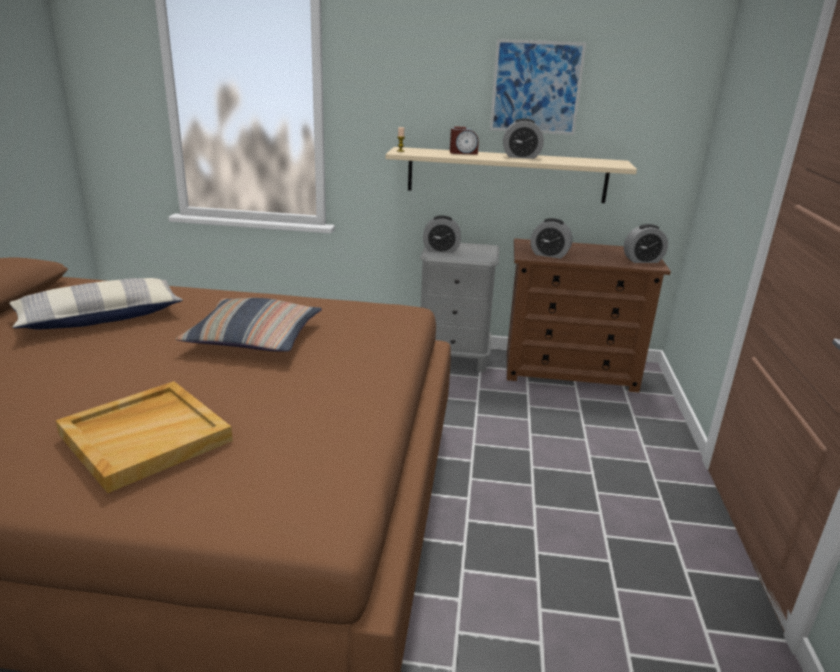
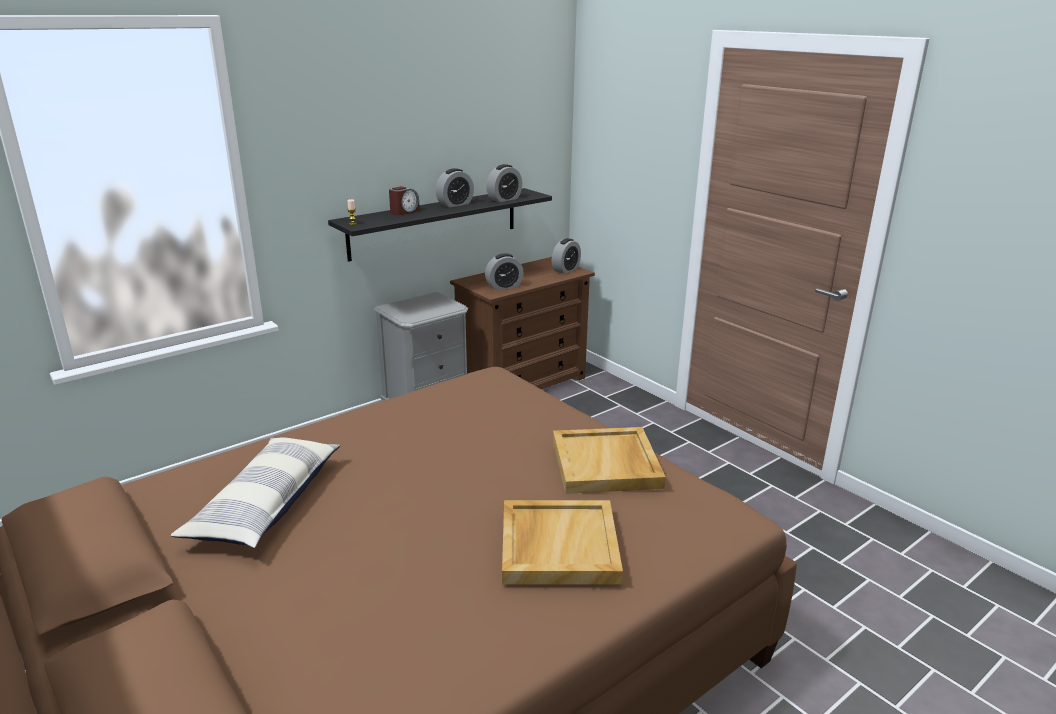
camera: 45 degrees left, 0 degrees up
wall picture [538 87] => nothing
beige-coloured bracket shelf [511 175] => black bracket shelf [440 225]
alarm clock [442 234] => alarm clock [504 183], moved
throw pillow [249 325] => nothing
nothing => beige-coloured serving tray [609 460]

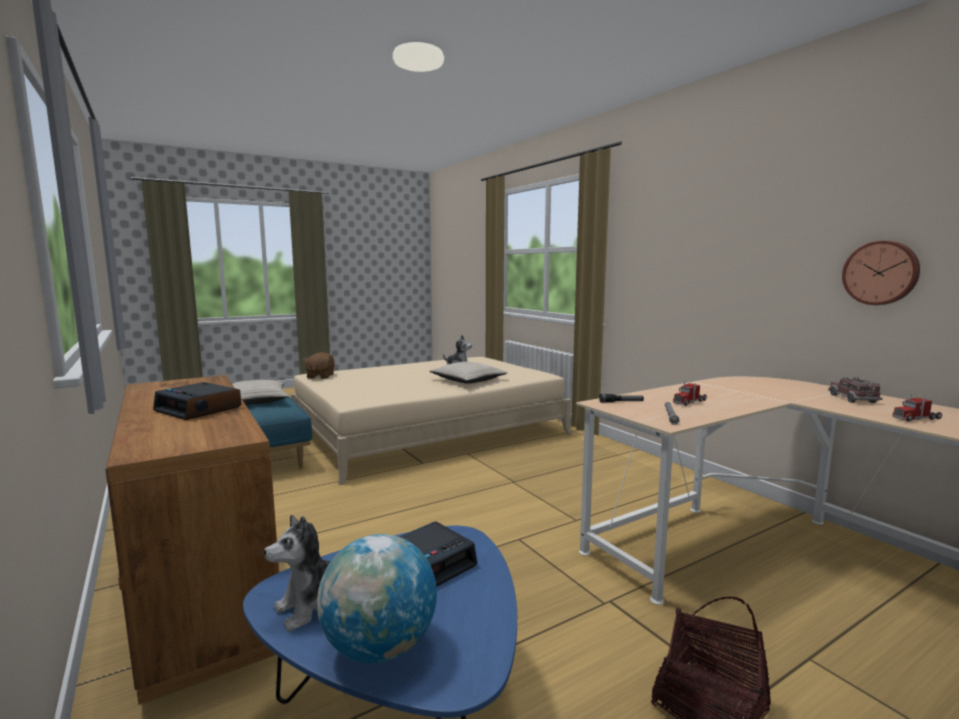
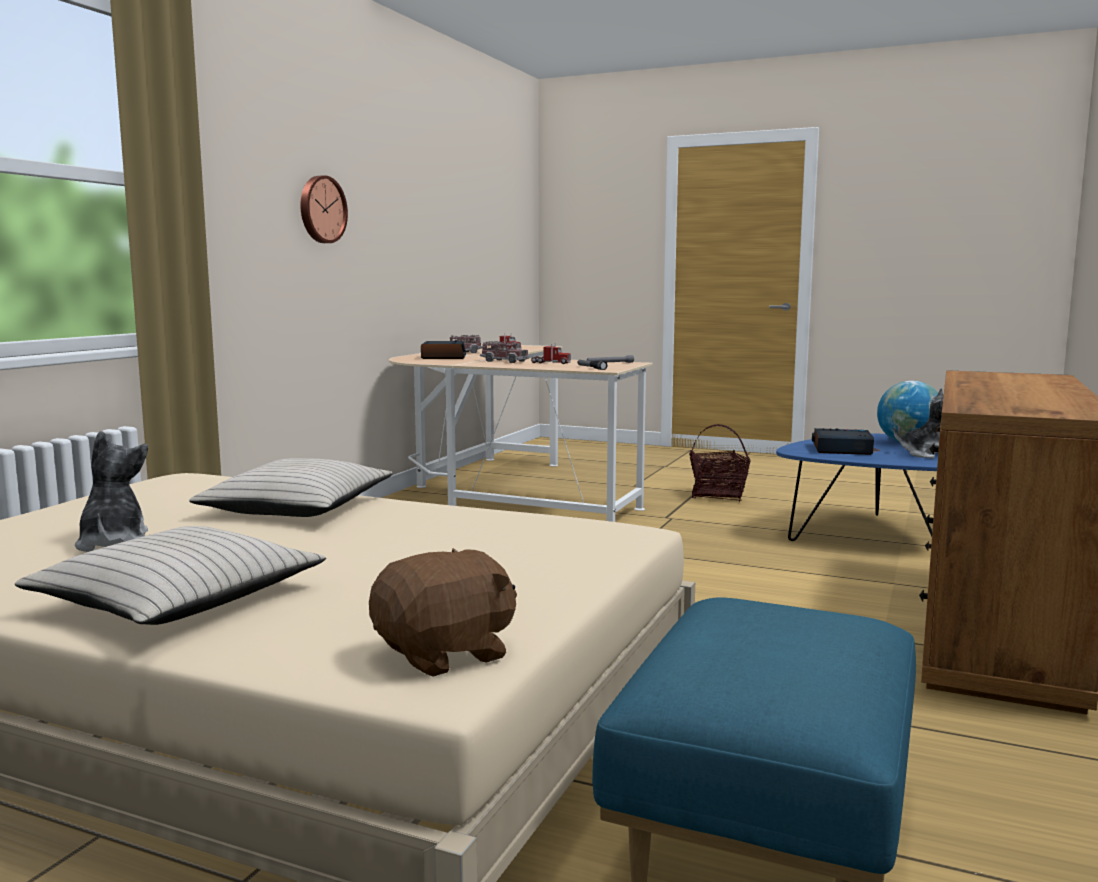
camera: 125 degrees left, 0 degrees up
clock on the wall [881 273] => clock on the wall [324 209], moved
beige-coloured throw pillow [260 392] => beige-coloured throw pillow [170 575], moved
alarm clock [197 401] => alarm clock [443 349], moved
nothing => toy truck [504 352]

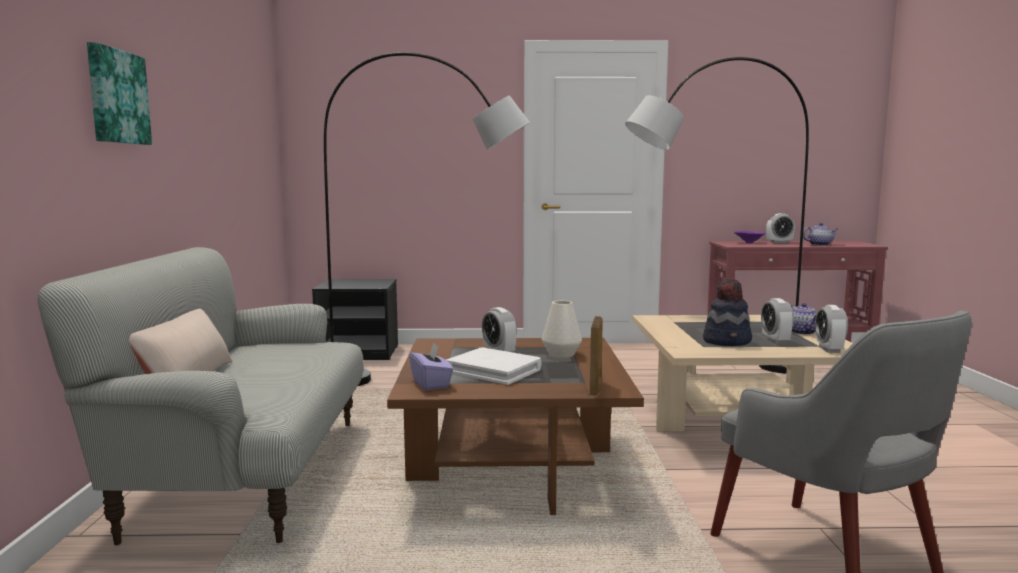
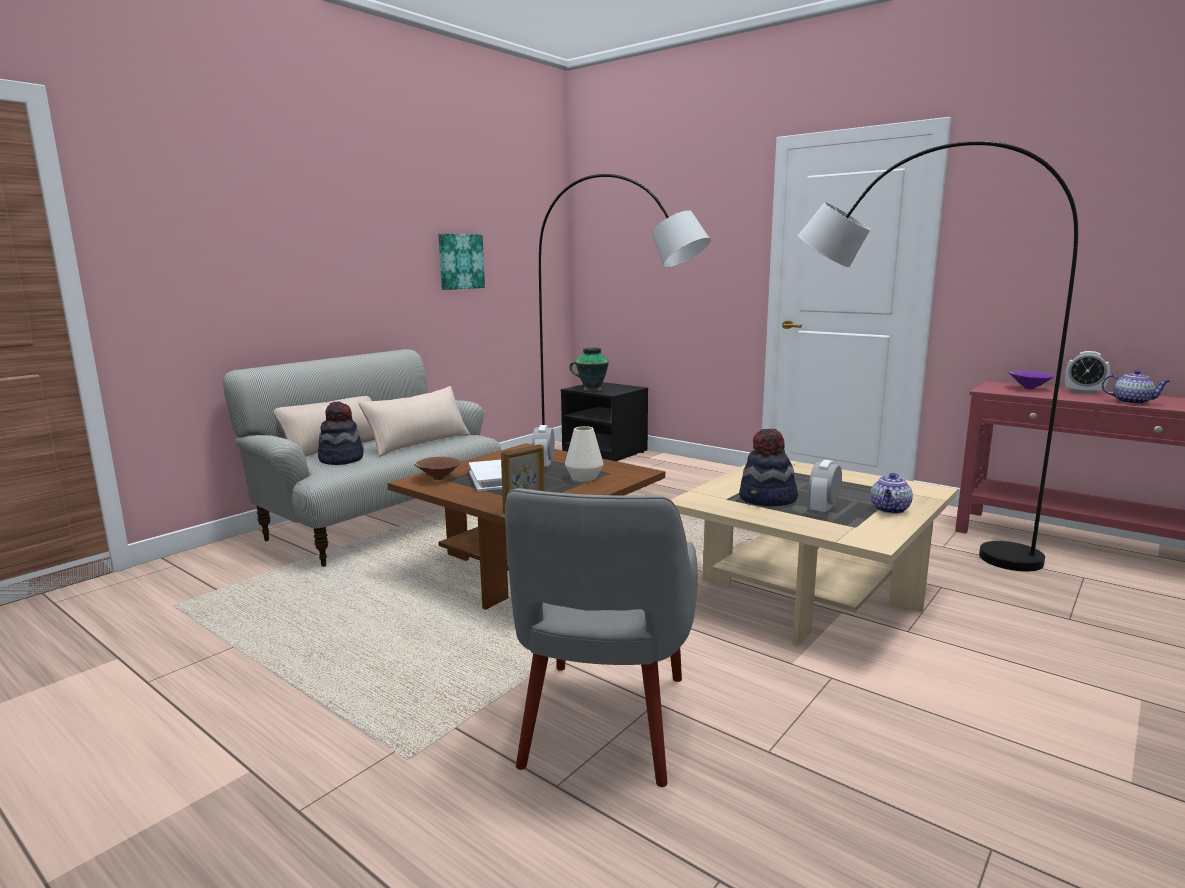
camera: 40 degrees right, 5 degrees up
wall picture [119 93] => wall picture [461 262], moved
alarm clock [831 329] => nothing
purplish tissue holder [431 366] => brown-coloured bowl [437 468]
nothing => flower vase [589 369]
nothing => beige-coloured throw pillow [414 421]
nothing => hat [341 433]

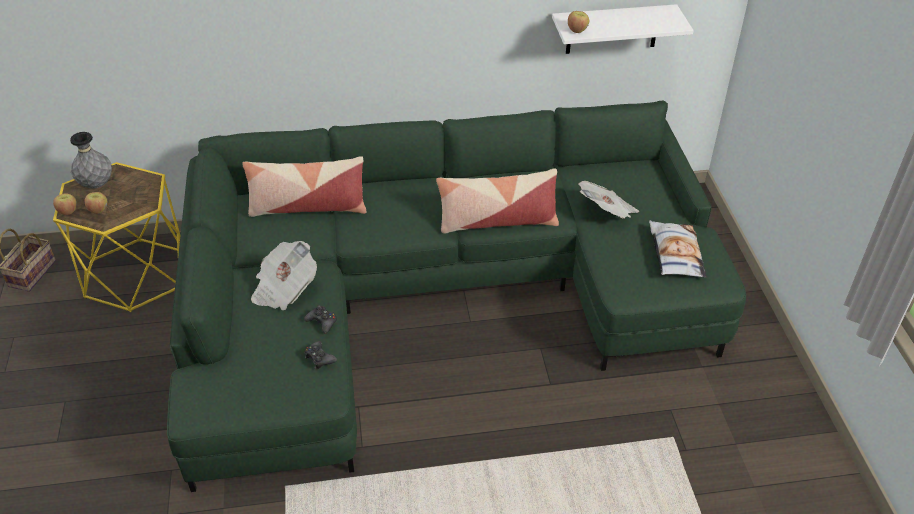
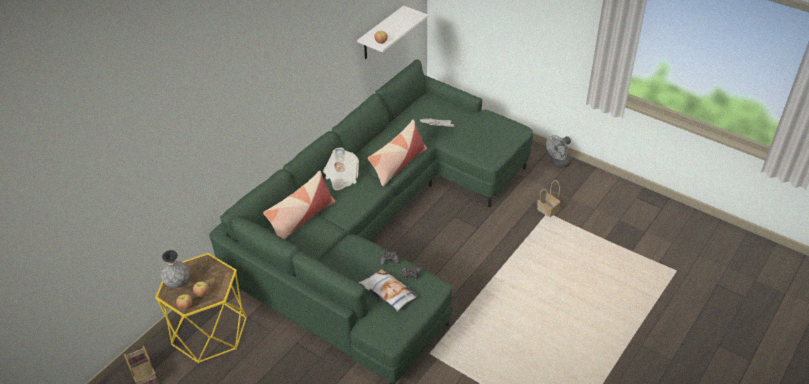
camera: 45 degrees left, 0 degrees up
throw pillow [678 249] => throw pillow [388 290], moved
daily paper [284 275] => daily paper [341 169], moved
nothing => gray cooling fan [558 151]
nothing => household basket [548 198]

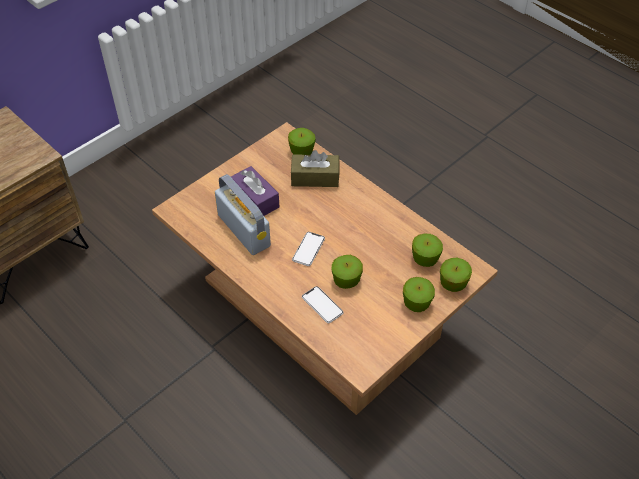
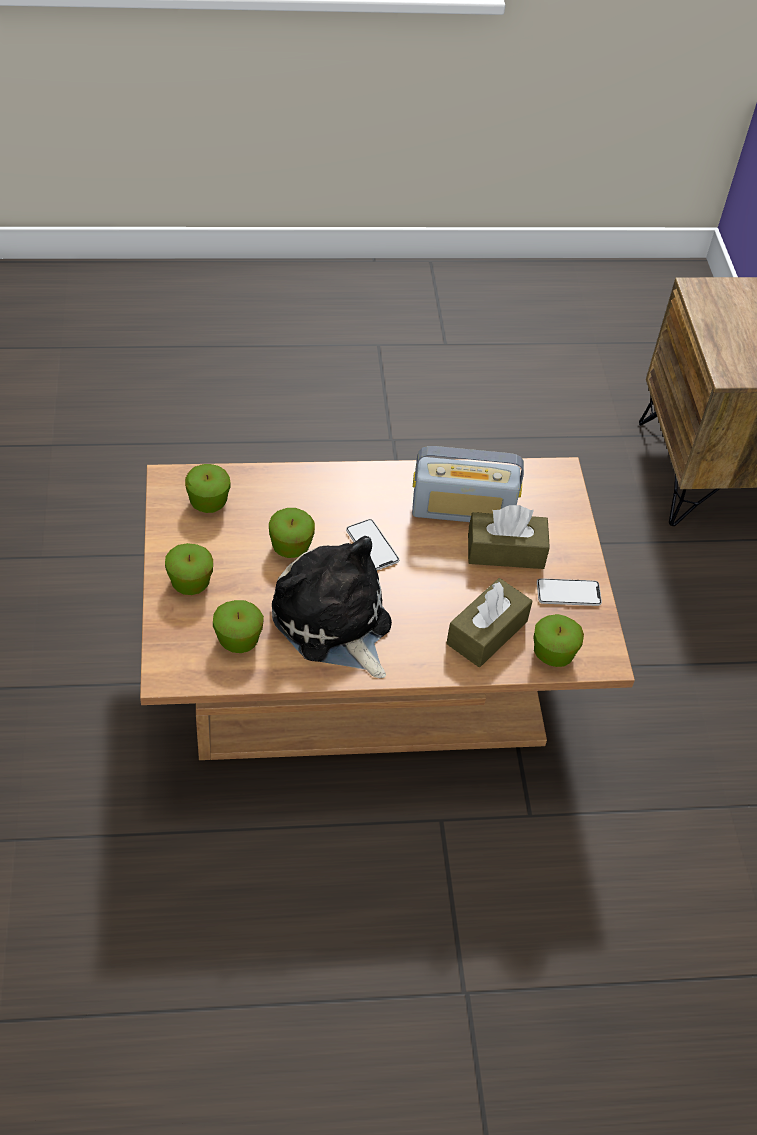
camera: 125 degrees right, 0 degrees up
purplish tissue holder [255 191] => brown-coloured tissue holder [509 537]
whole apple [456 275] => whole apple [208 488], moved
phone [323 304] => phone [569 592], moved
nothing => plush toy [332 607]

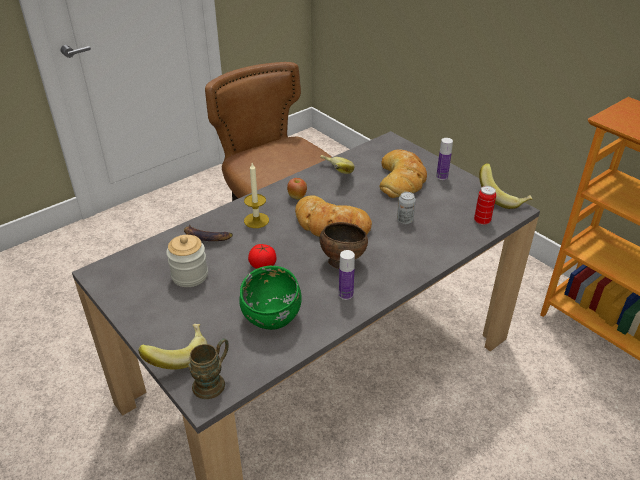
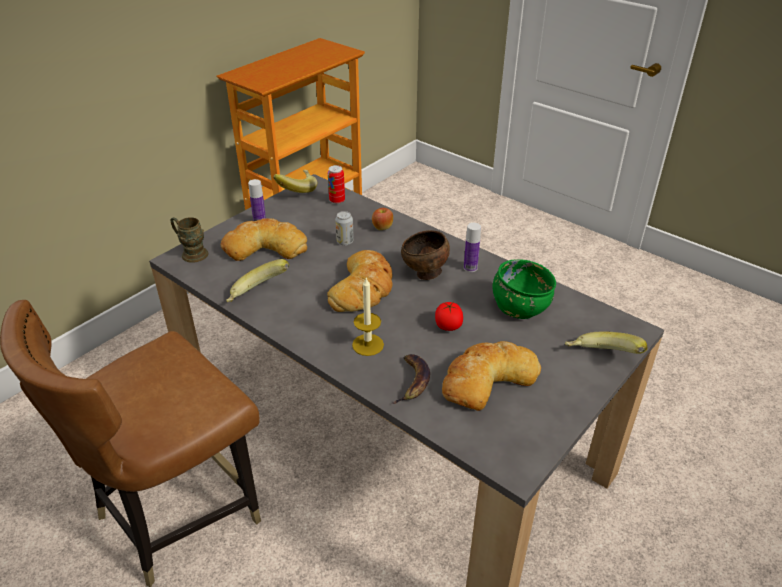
camera: 100 degrees left, 0 degrees up
whole apple [297 188] => whole apple [382 219], moved
storage jar [187 261] => bakery bread [491 376]
brown-coloured tea mug [208 369] => brown-coloured tea mug [189 240], moved

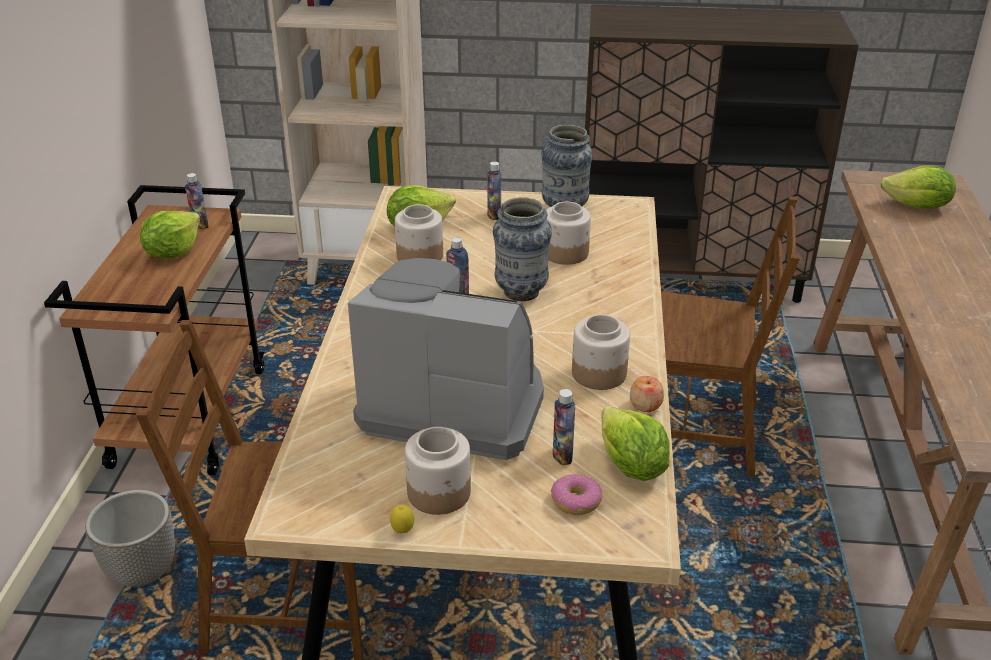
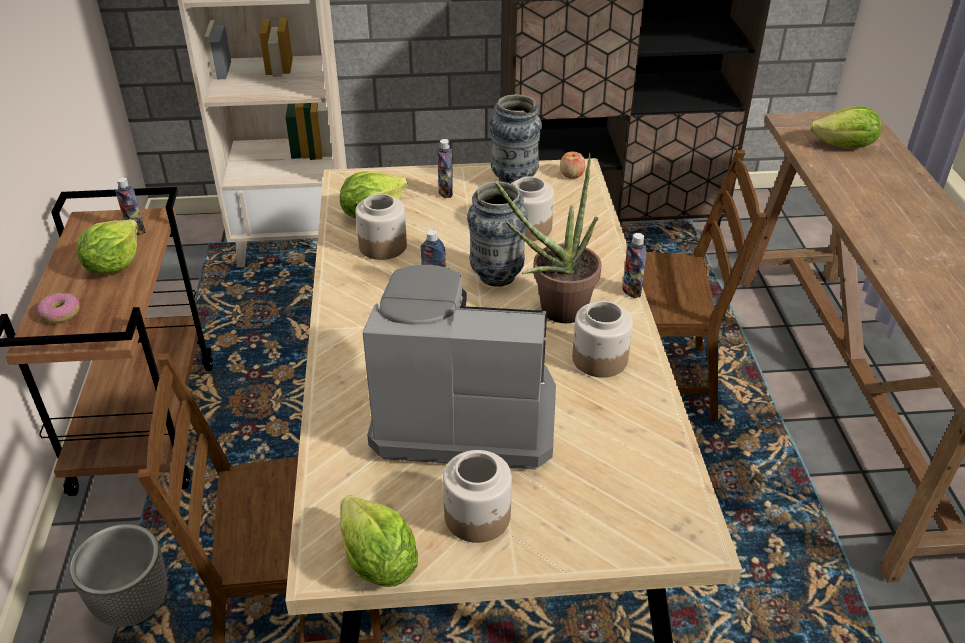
camera: 10 degrees left, 5 degrees up
whole apple [647 394] => whole apple [573 165], moved
bottle [564 427] => bottle [634 266], moved
head of lettuce [635 443] => head of lettuce [379 541], moved
donut [576 494] => donut [58 308], moved
citrus fruit [402 519] => nothing
nothing => potted plant [548 238]

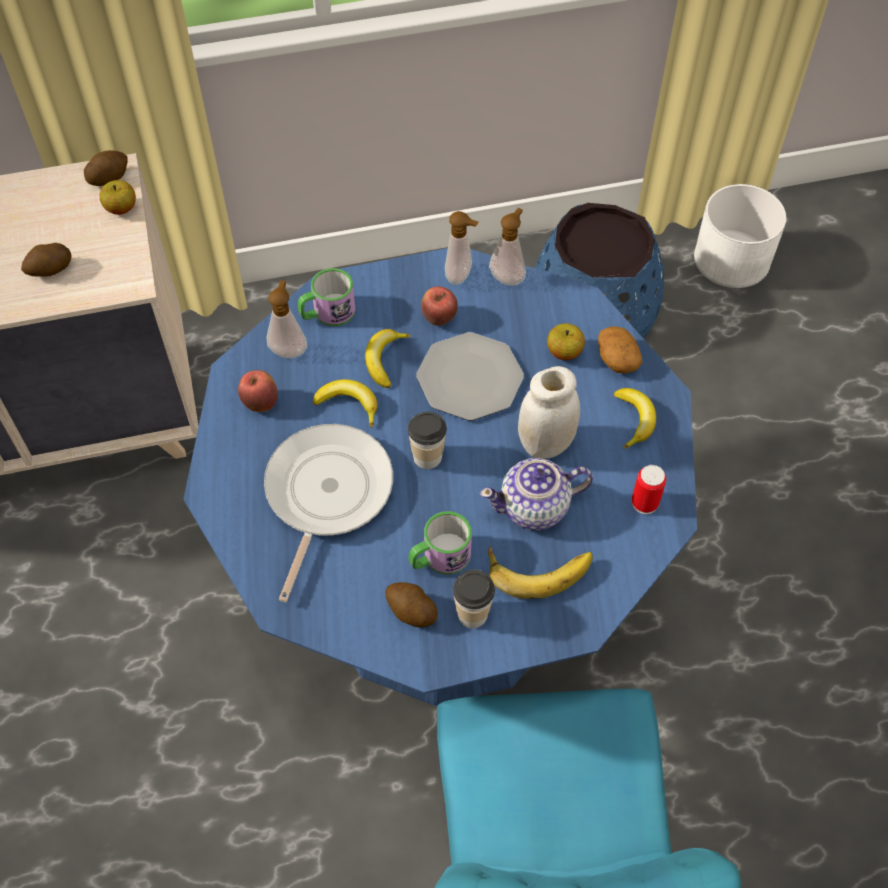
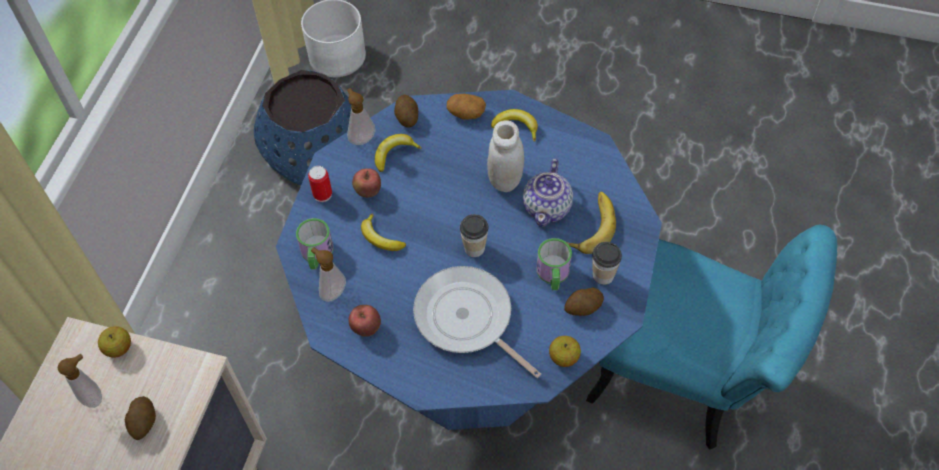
camera: 60 degrees left, 0 degrees up
spud [106 168] => spud [406 111], moved
soap bottle [462 248] => soap bottle [80 381], moved
whole apple [566 341] => whole apple [565 351], moved
flat dish [470 376] => nothing
banana fruit [345 403] => banana fruit [398 153], moved
sealed can [649 489] => sealed can [320 184], moved

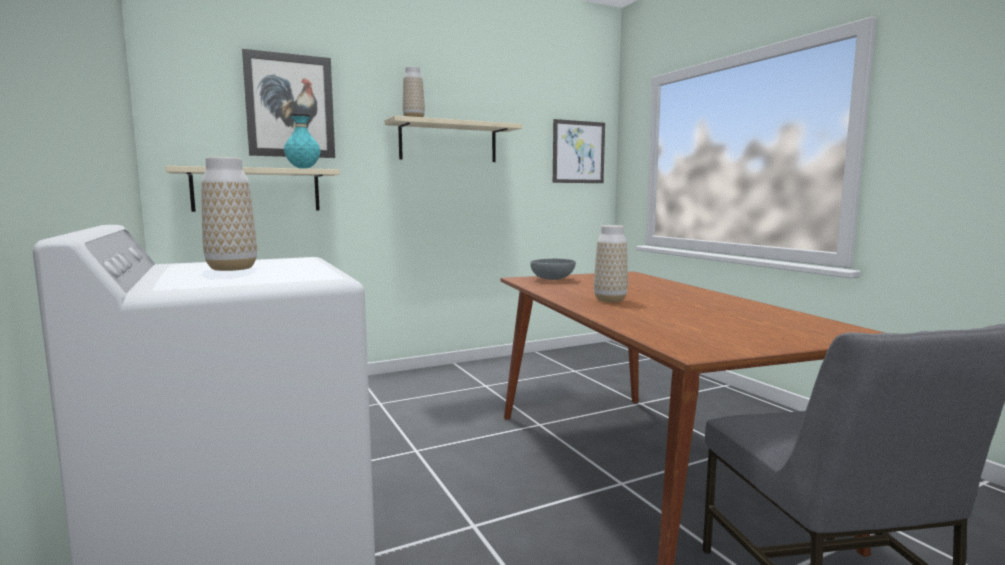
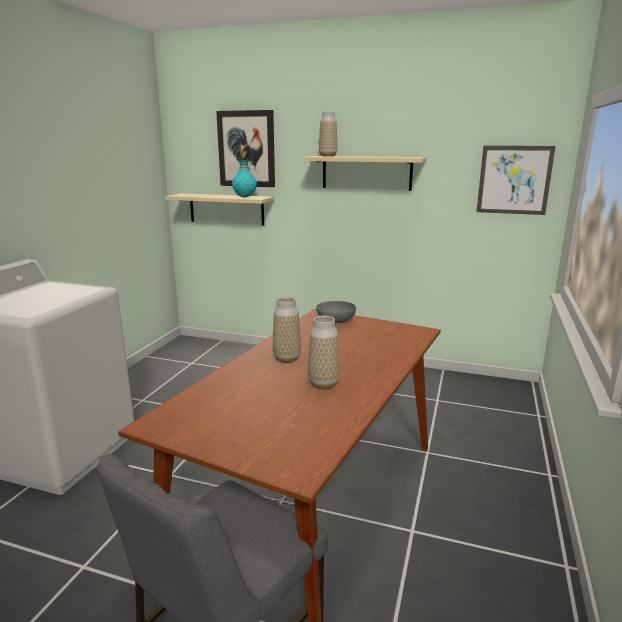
camera: 45 degrees right, 10 degrees up
flower vase [229 214] => flower vase [324 352], moved

